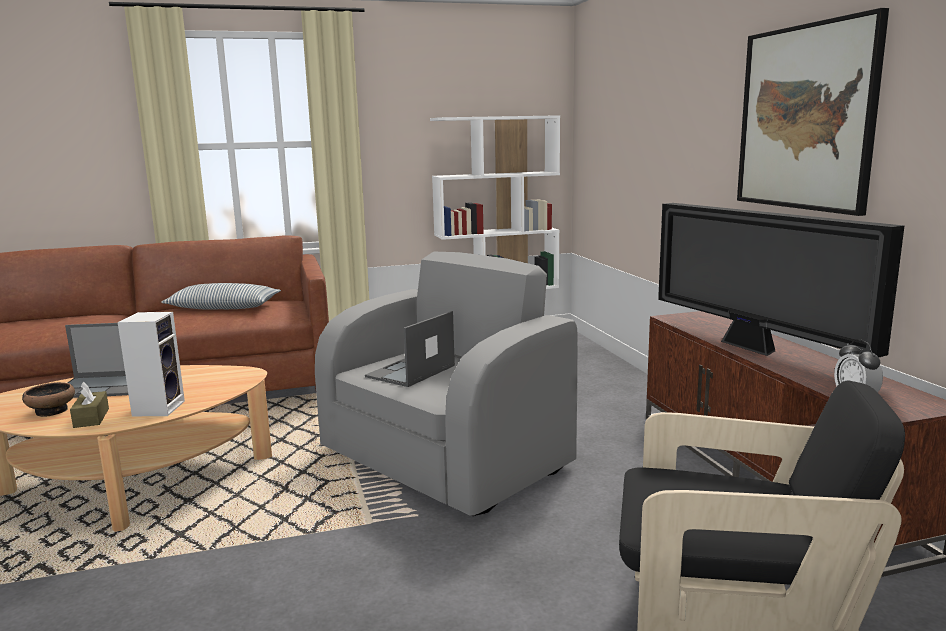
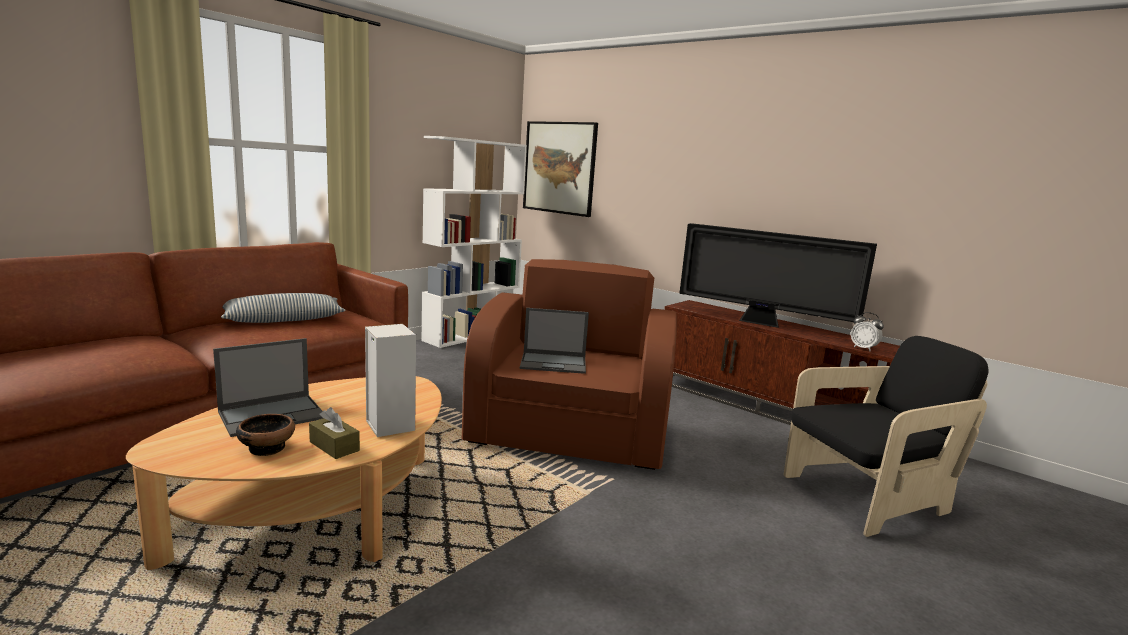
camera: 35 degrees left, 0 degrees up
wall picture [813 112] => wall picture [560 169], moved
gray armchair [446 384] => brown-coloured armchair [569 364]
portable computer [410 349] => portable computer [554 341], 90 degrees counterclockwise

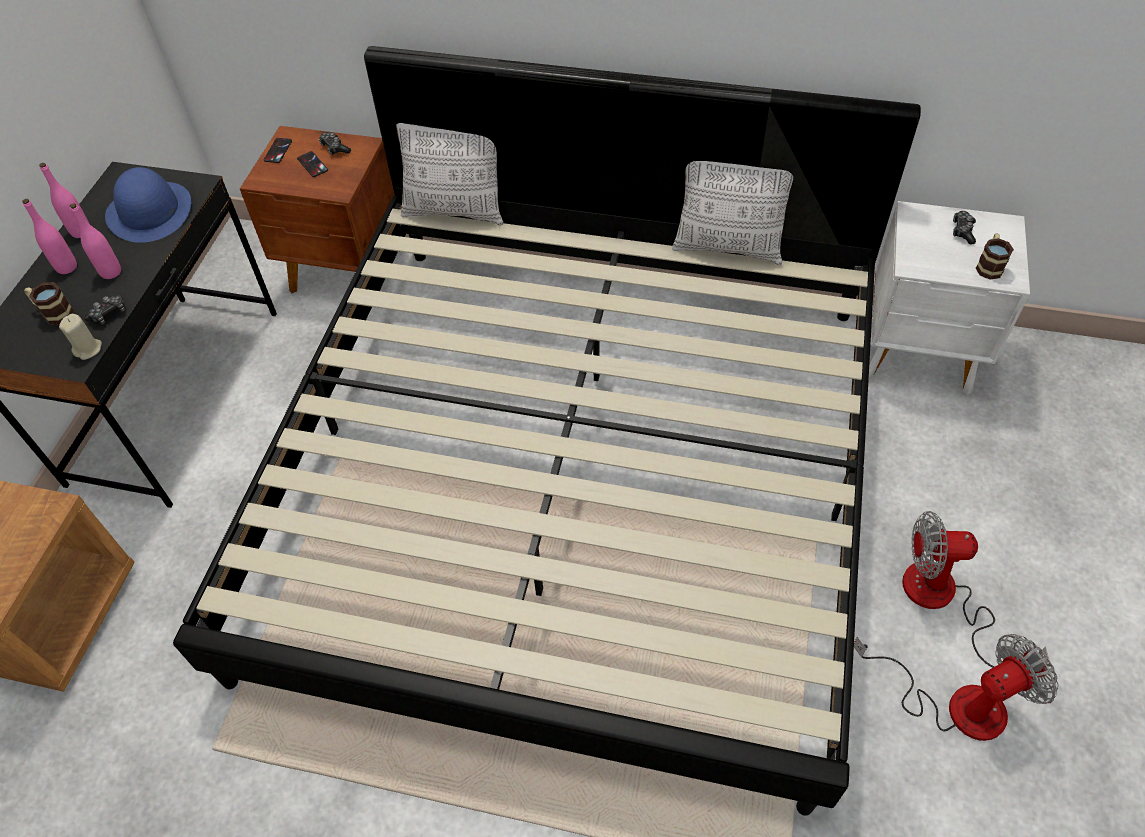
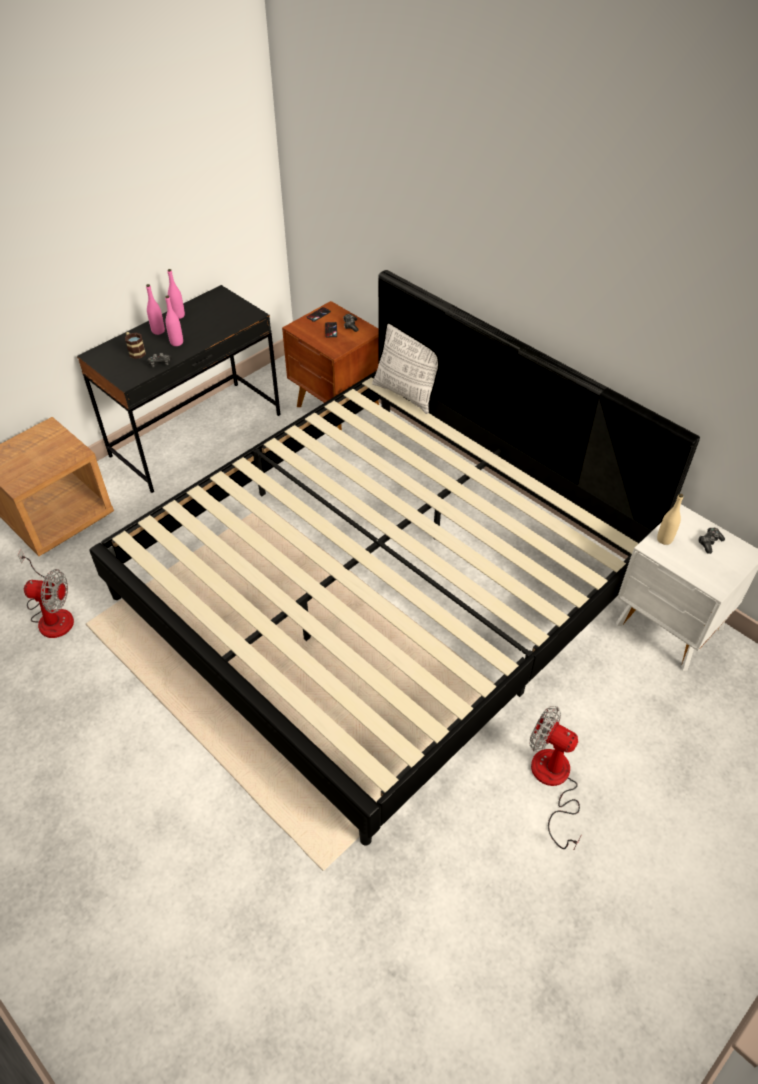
camera: 30 degrees right, 5 degrees down
throw pillow [732 213] => nothing
blue hat [148 205] => nothing
tea mug [995 257] => nothing
beige-coloured wax candle [80 337] => nothing
cooling fan [956 687] => cooling fan [46 593], moved
nothing => beige-coloured bottle [670 519]

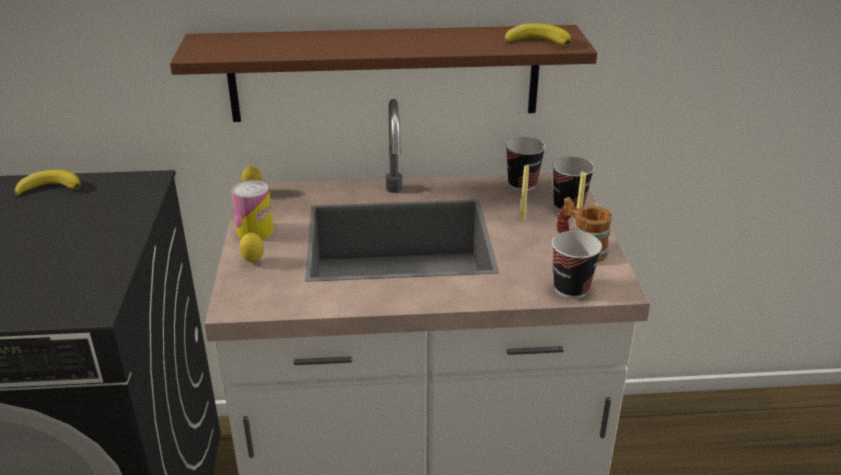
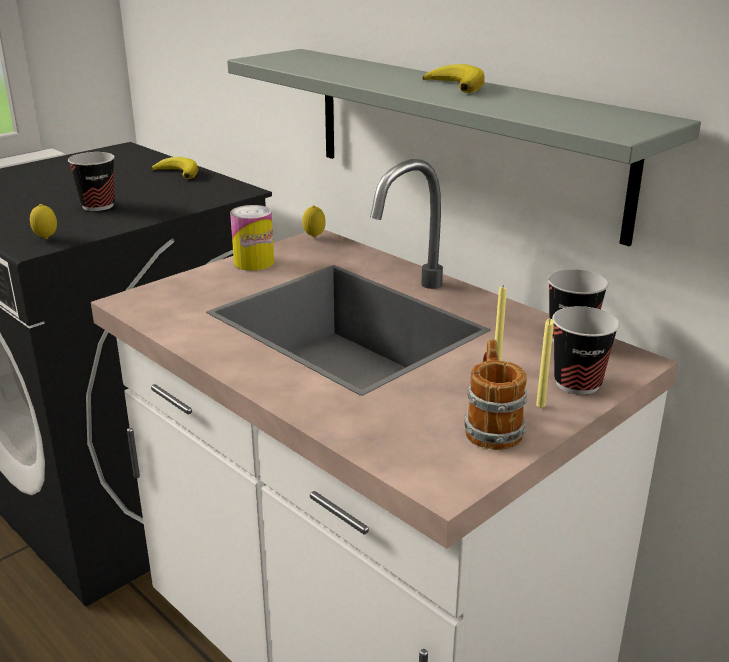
camera: 50 degrees right, 5 degrees down
banana fruit [537 34] => banana fruit [454 78], moved
brown-coloured bracket shelf [383 73] => gray bracket shelf [464 147]
drinking cup [577 265] => drinking cup [91 181], moved
citrus fruit [251 248] => citrus fruit [43 221], moved

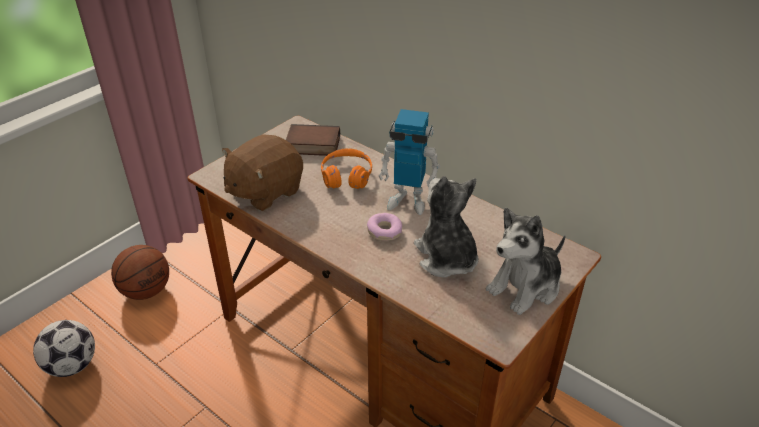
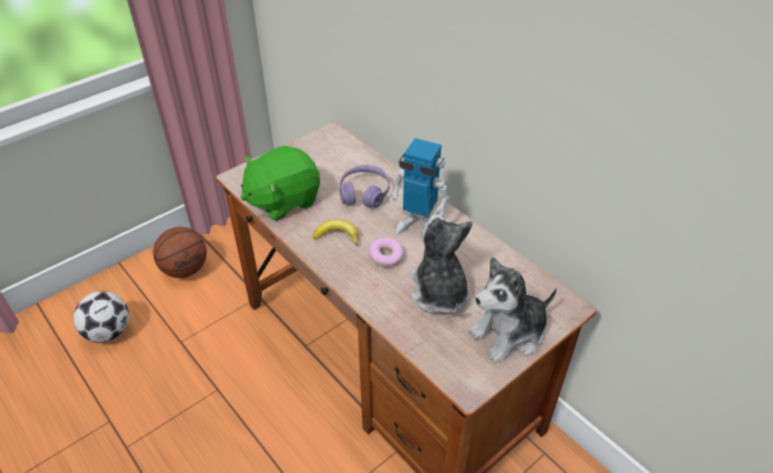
camera: 10 degrees right, 5 degrees up
book [313 140] => nothing
brown-coloured plush toy [262 172] => green-coloured plush toy [280 183]
orangey pair of headphones [346 168] => purplish pair of headphones [364 186]
nothing => banana fruit [335 232]

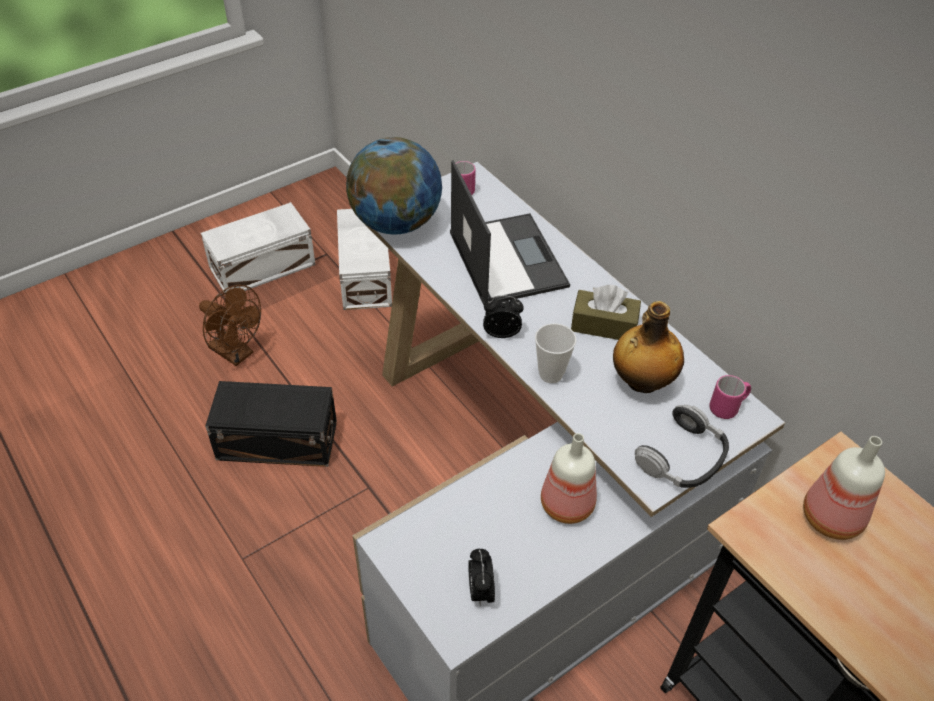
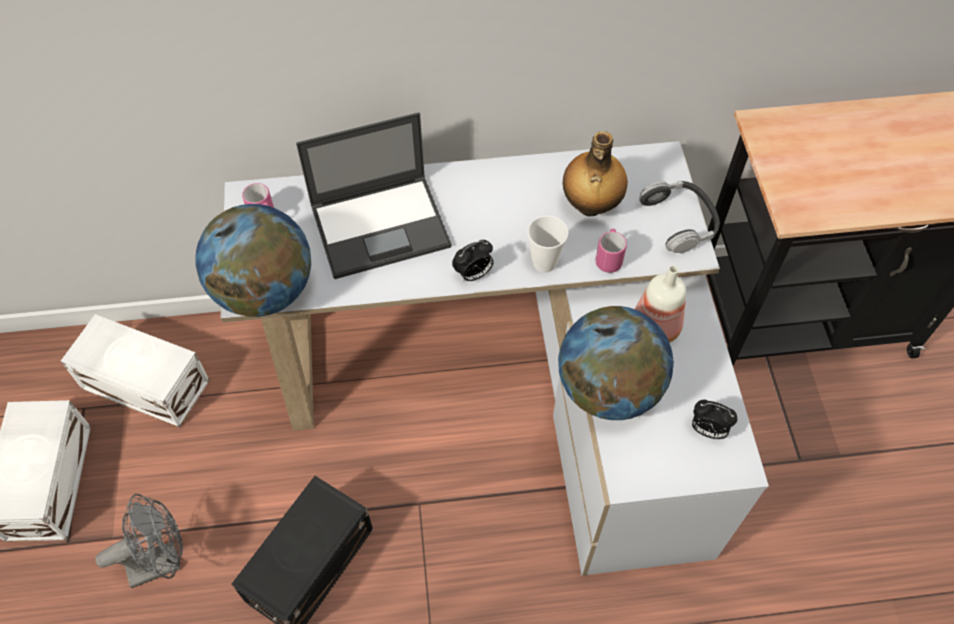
camera: 60 degrees left, 10 degrees up
portable computer [510 232] => portable computer [374 195], 150 degrees clockwise
brown-coloured cooling fan [230 325] => gray cooling fan [139 541]
brown-coloured tissue holder [606 312] => nothing
alarm clock [503 316] => alarm clock [473 260], 150 degrees counterclockwise
pink-coloured tea mug [730 397] => pink-coloured tea mug [611 251], moved
bottle [844 488] => nothing
nothing => desk globe [616 363]

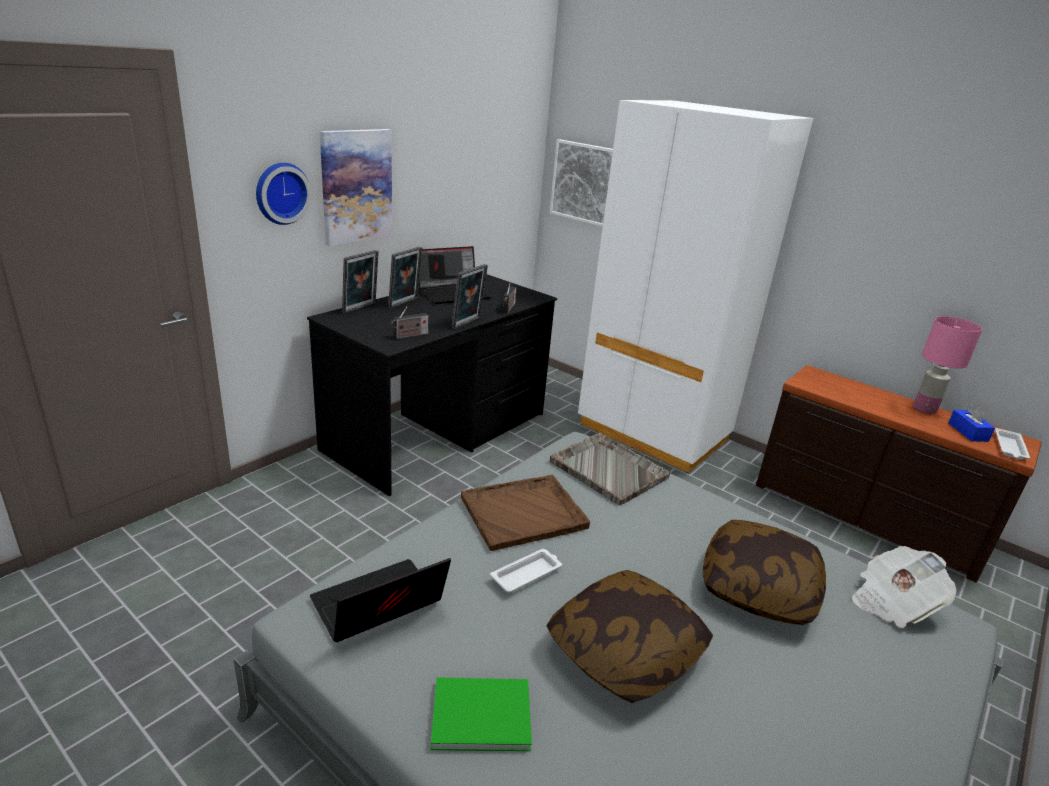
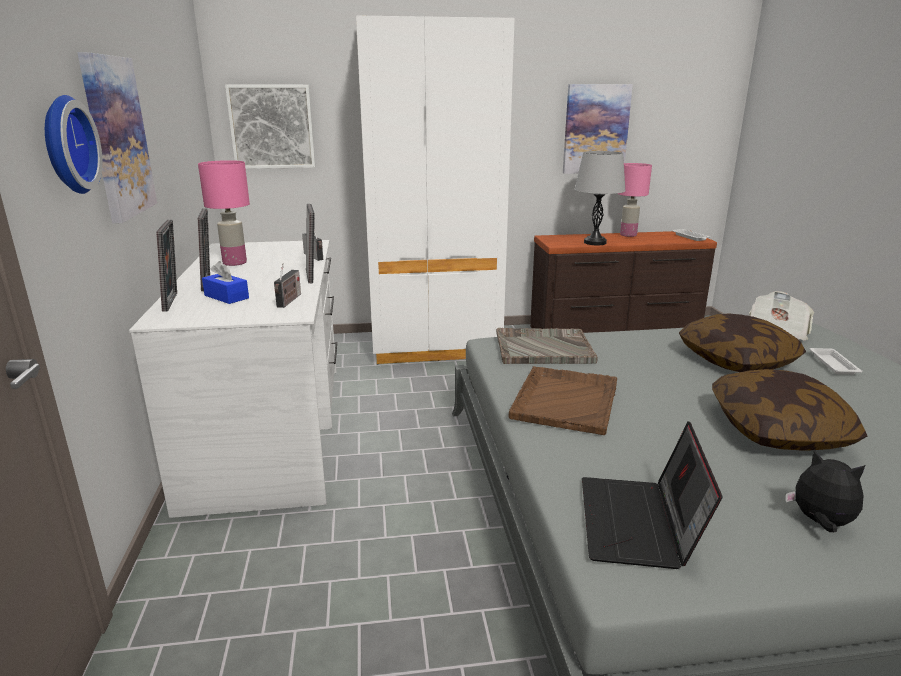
camera: 45 degrees left, 5 degrees down
portable computer [455 275] => pink-coloured table lamp [224 213]
black desk unit [432 385] => whitish desk unit [233 379]
blue tissue holder [971 423] => blue tissue holder [225 282], moved
whitish serving tray [526 571] => whitish serving tray [835 361], moved
green-coloured book [481 714] => plush toy [825 490]
nothing => wall picture [598 129]
nothing => gray table lamp [600 198]

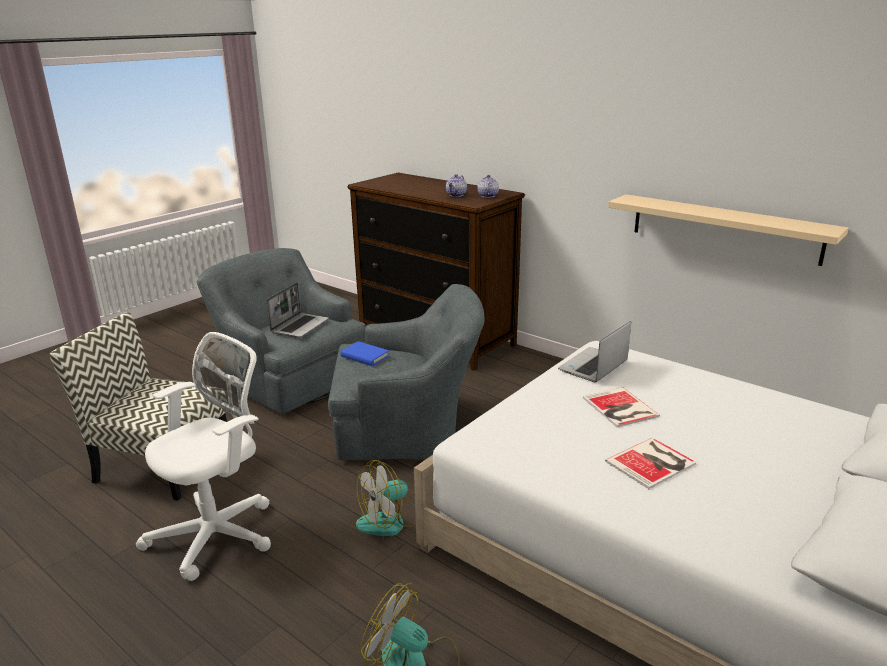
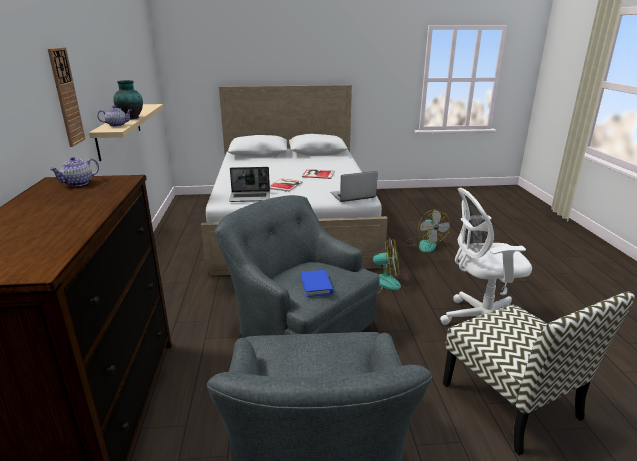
camera: 135 degrees left, 0 degrees up
pot for tea [456 185] => pot for tea [114 116], moved
portable computer [298 310] => portable computer [354 186], moved
nothing => clock on the wall [66 97]
nothing => flower vase [128 99]

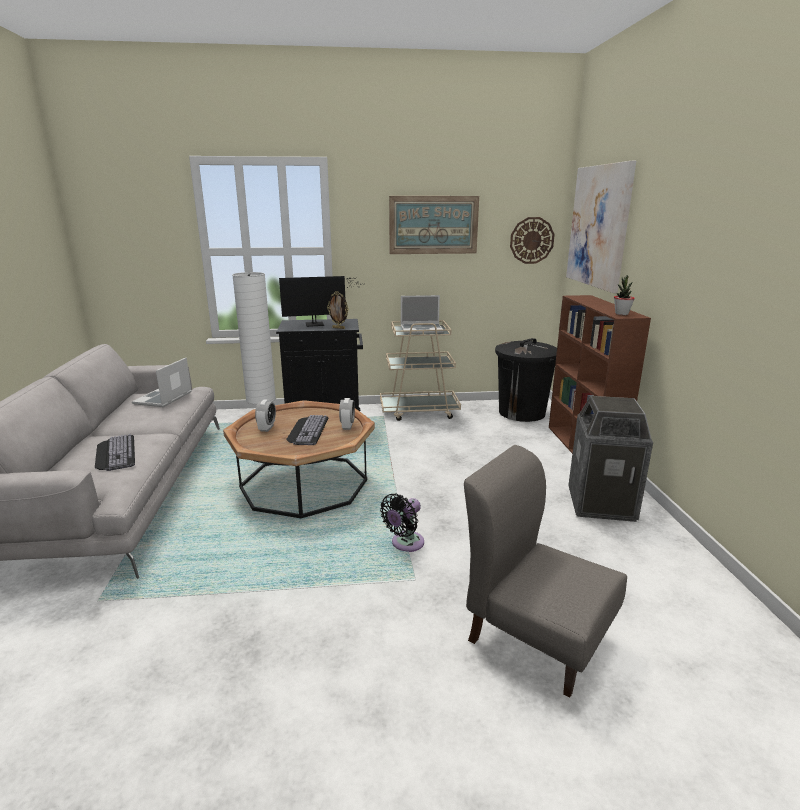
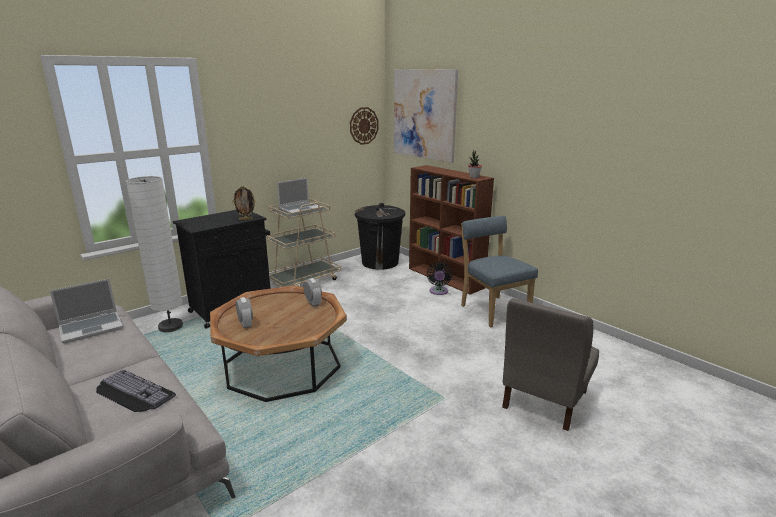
camera: 35 degrees left, 0 degrees up
wall picture [434 225] => nothing
monitor [320 301] => nothing
portable computer [162 382] => portable computer [86 311], 105 degrees counterclockwise
waste bin [610 459] => blue upright chair [499 272]
computer keyboard [307 430] => nothing
gray upright chair [545 571] => gray upright chair [550 364], 60 degrees counterclockwise
black cooling fan [402 522] => black cooling fan [440 278], moved

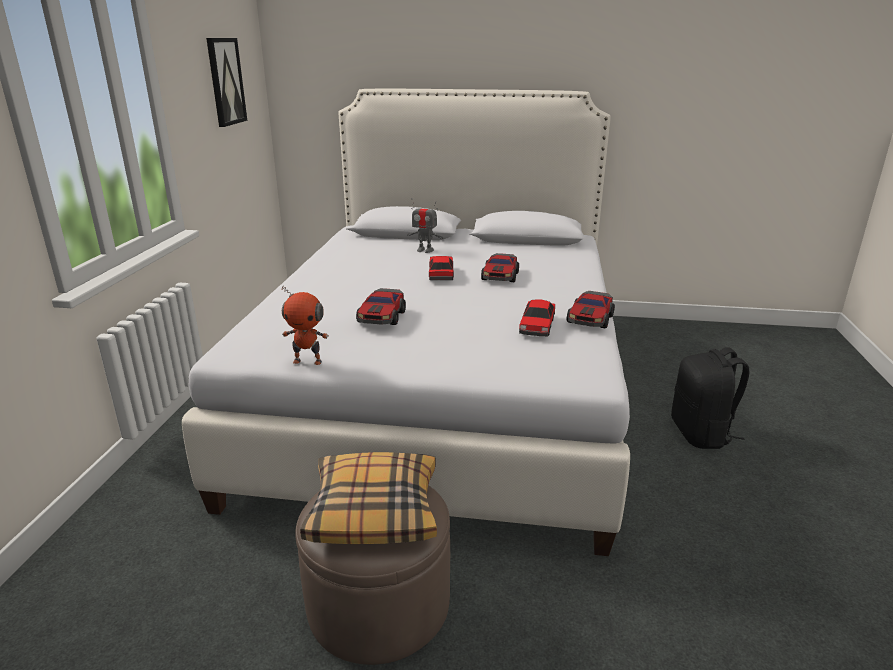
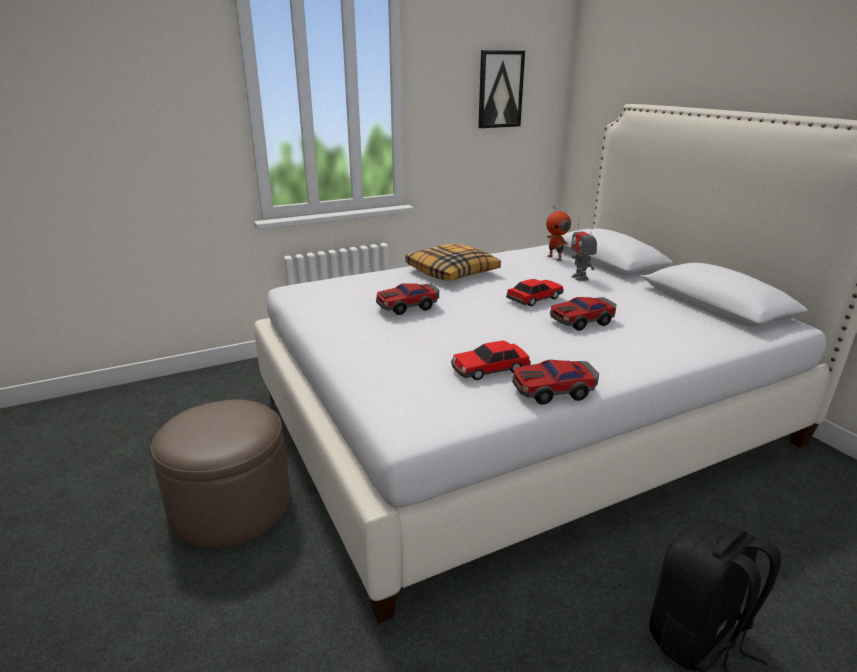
camera: 55 degrees right, 0 degrees up
toy robot [305 325] => toy robot [558 233], moved
throw pillow [368 498] => throw pillow [453 262], moved

